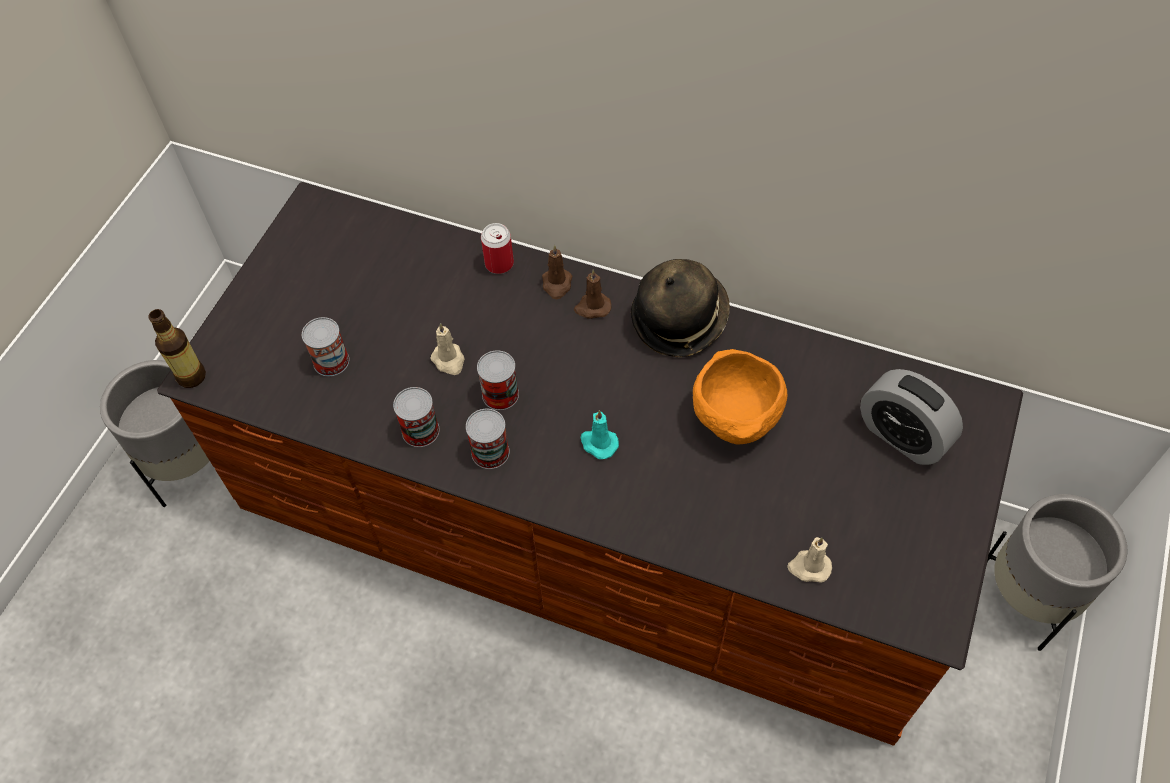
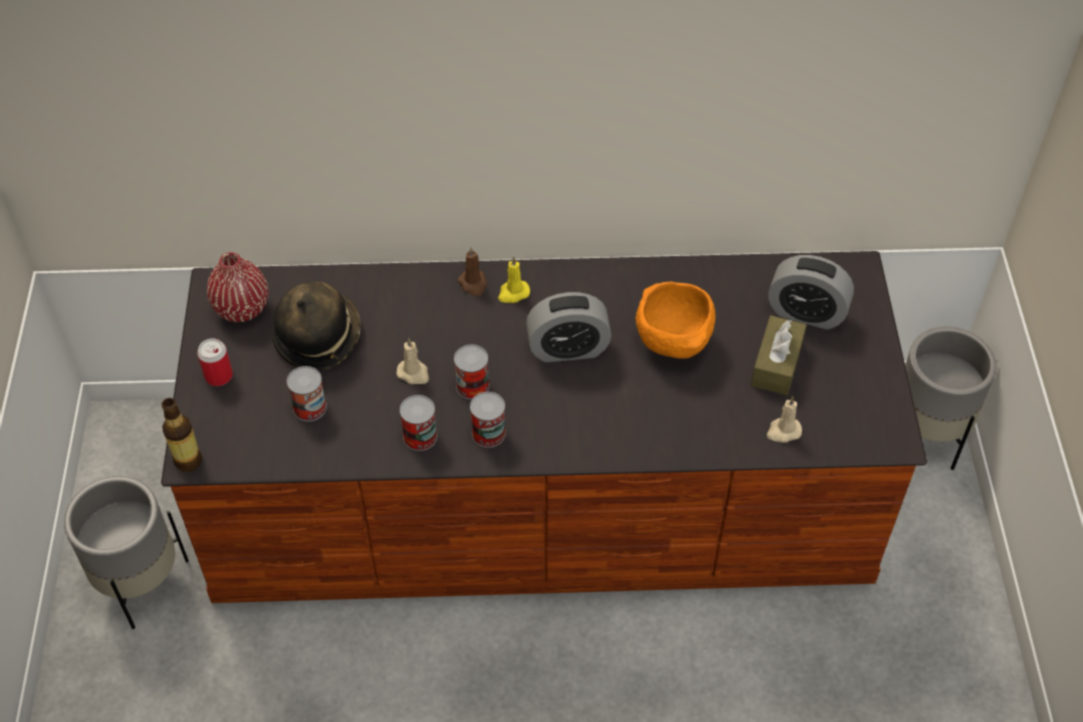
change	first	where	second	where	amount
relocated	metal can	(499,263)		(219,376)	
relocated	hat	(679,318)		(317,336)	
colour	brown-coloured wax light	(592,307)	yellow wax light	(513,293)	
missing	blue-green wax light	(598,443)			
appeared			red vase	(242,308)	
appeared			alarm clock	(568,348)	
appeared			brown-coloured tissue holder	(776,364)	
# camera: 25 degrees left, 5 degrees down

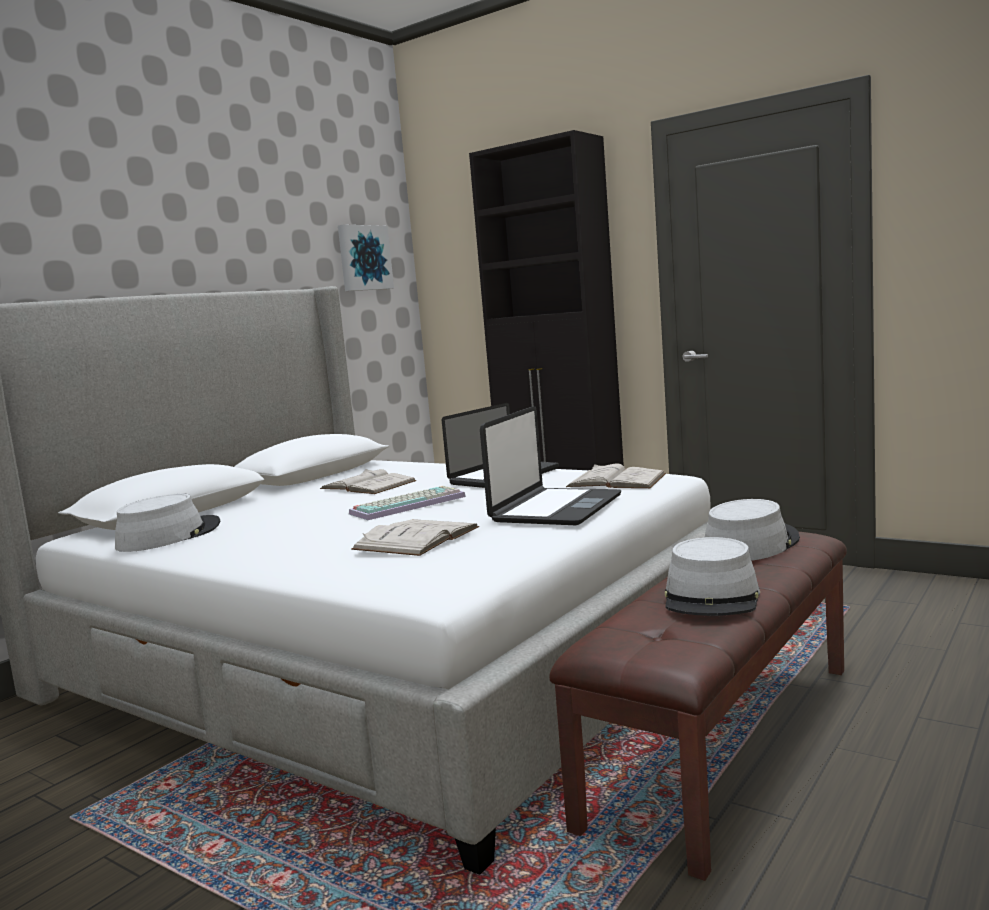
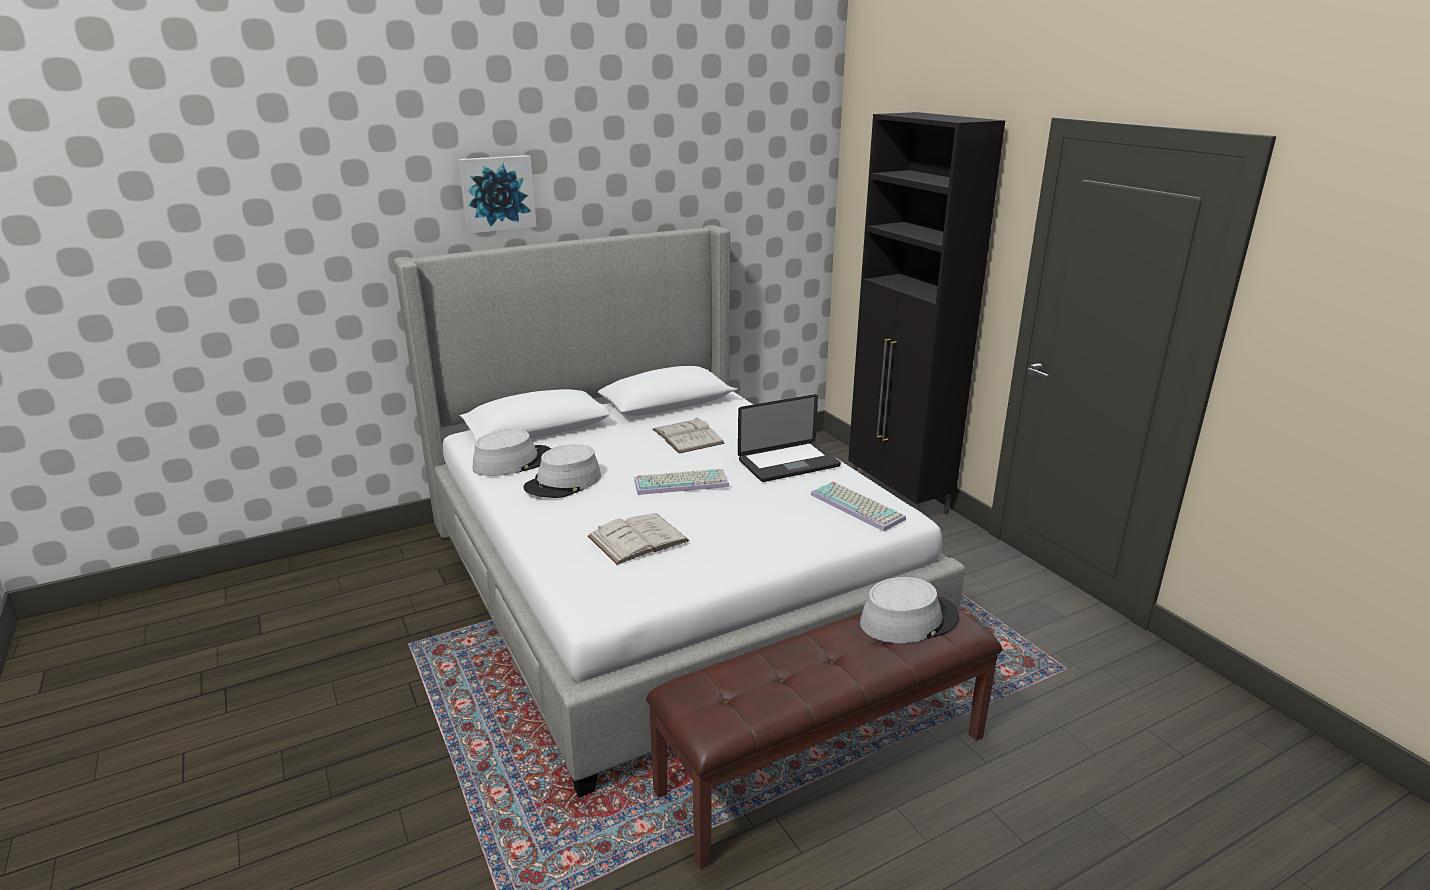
change	first	where	second	where	amount
relocated	picture	(363,258)		(497,193)	
missing	notebook computer	(555,509)			
exchanged	white volume	(616,480)	computer keyboard	(859,507)	
relocated	grey hat	(712,597)		(563,483)	
# camera: 25 degrees right, 15 degrees up

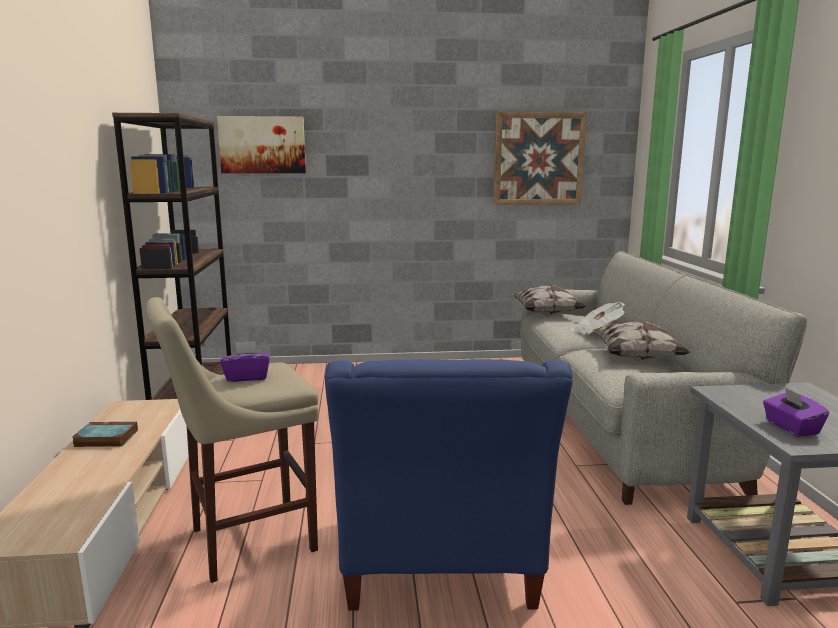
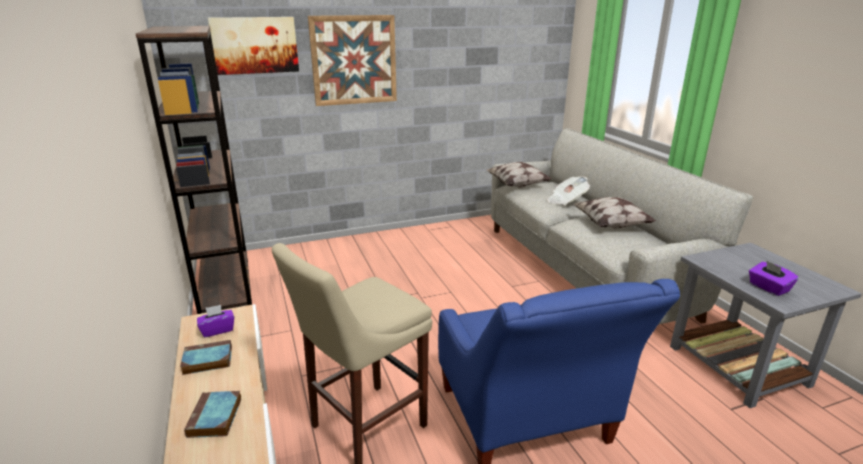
change	first	where	second	where	amount
relocated	picture	(538,159)		(354,60)	
relocated	purple tissue holder	(247,377)		(217,330)	
appeared			volume	(215,418)	
# camera: 15 degrees left, 10 degrees up

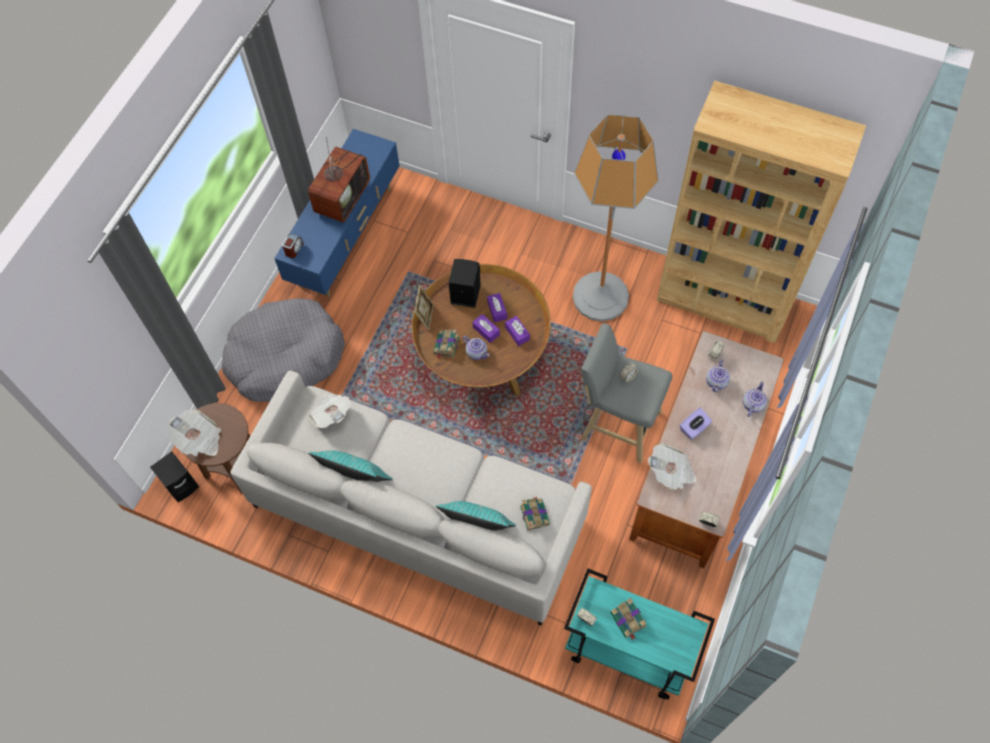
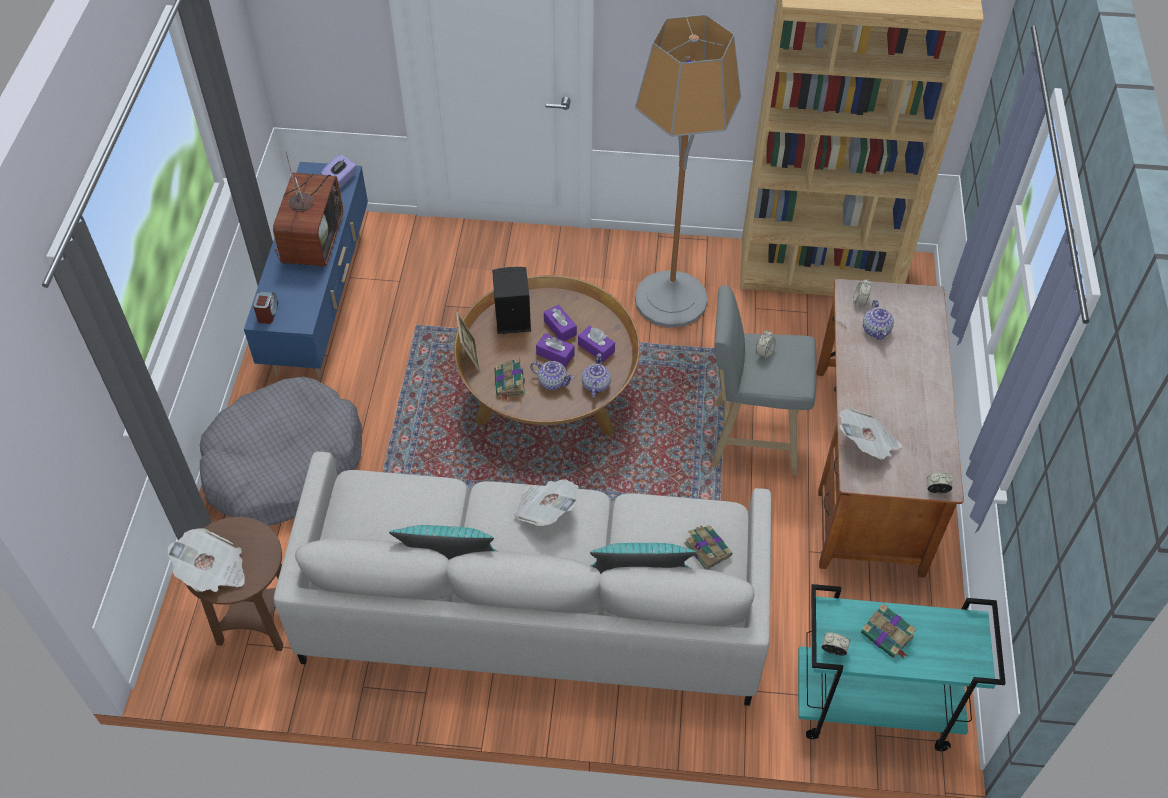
change	first	where	second	where	amount
relocated	teapot	(752,404)		(595,385)	
relocated	newspaper	(331,414)		(545,510)	
relocated	purple tissue holder	(694,428)		(340,180)	
missing	black-coloured audio speaker	(182,484)			
# camera: 20 degrees left, 10 degrees down

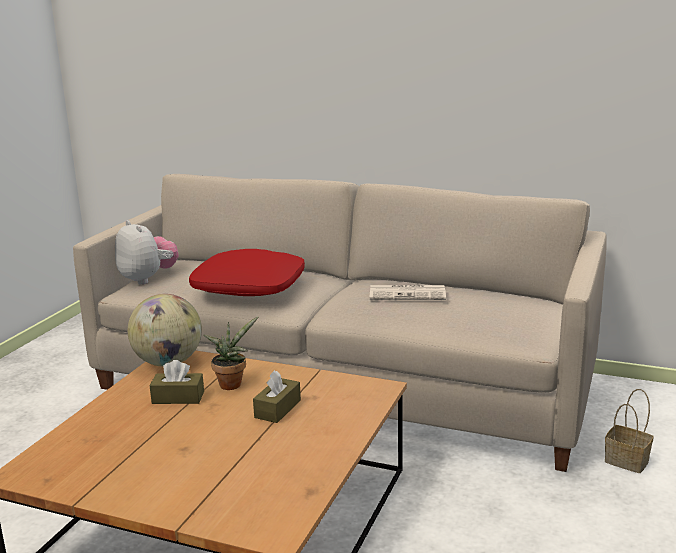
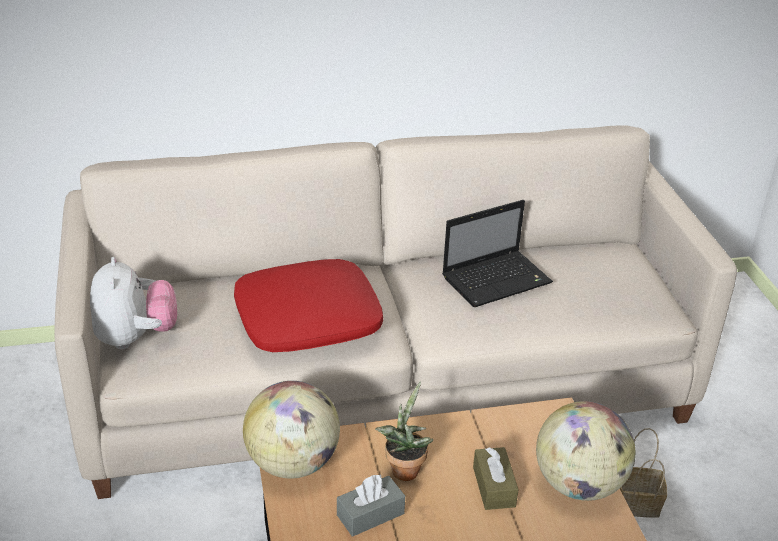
change	first	where	second	where	amount
spun	soft toy	(148,279)		(135,338)	60 degrees clockwise
exchanged	newspaper	(408,293)	notebook computer	(498,279)	
colour	brown-coloured tissue holder	(178,397)	grey tissue holder	(370,514)	
relocated	basket	(628,461)		(638,503)	
appeared			world globe	(579,484)	
# camera: 35 degrees left, 15 degrees up

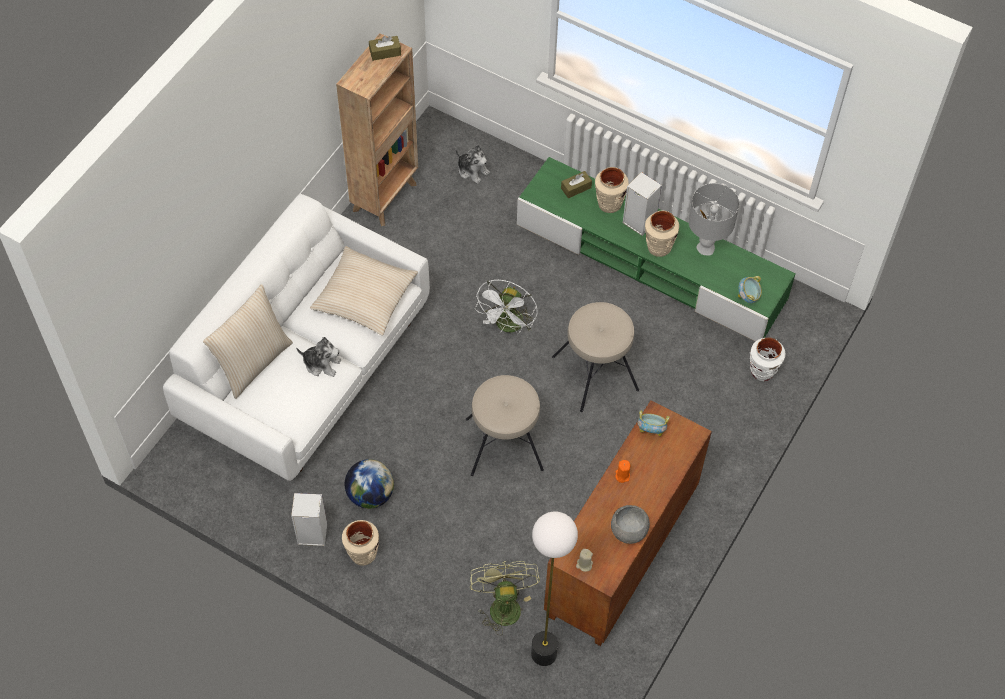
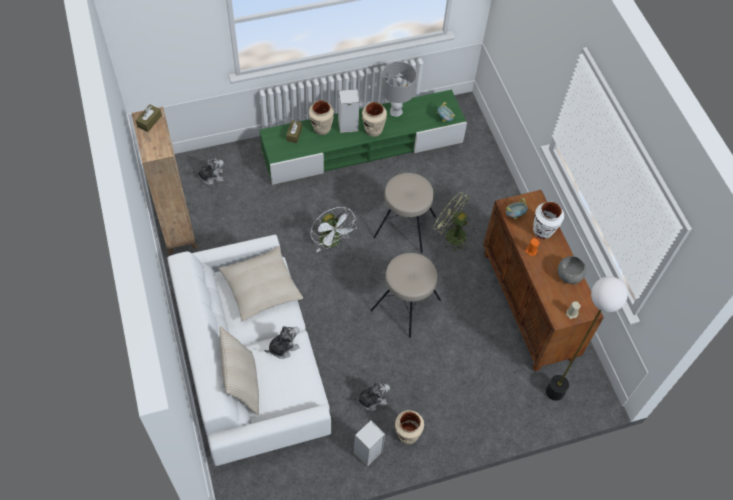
change	first	where	second	where	amount
relocated	white vase	(762,371)		(543,231)	
exchanged	world globe	(370,494)	soft toy	(371,399)	
relocated	green fan	(502,604)		(451,234)	
# camera: 50 degrees left, 0 degrees up

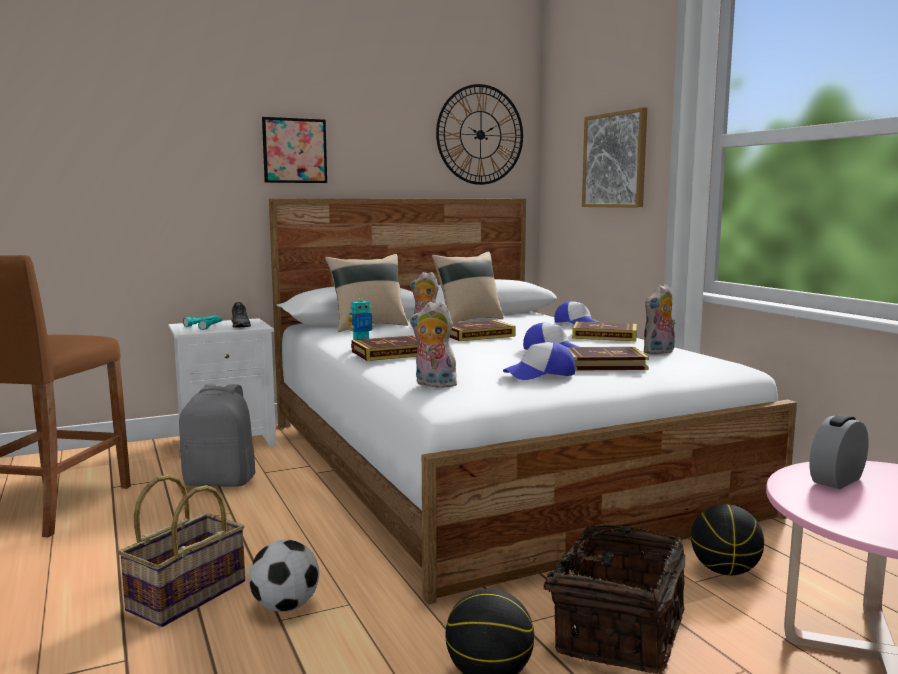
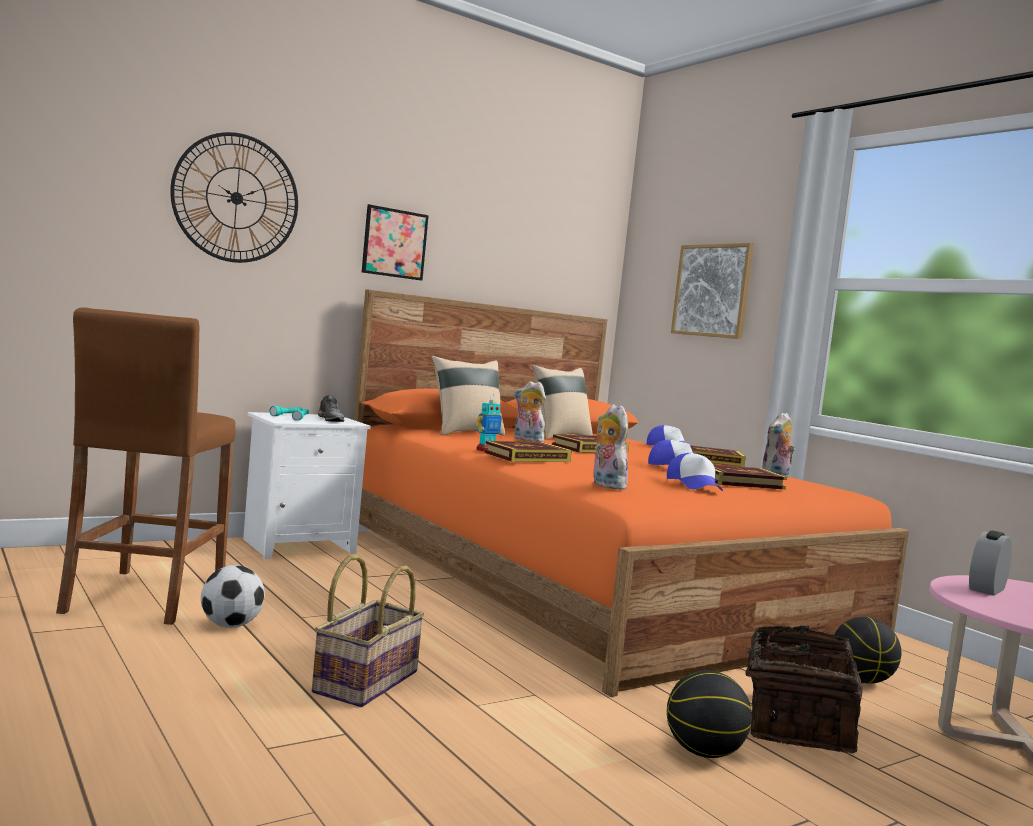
change	first	where	second	where	amount
relocated	clock on the wall	(480,135)		(236,198)	
colour	white bed	(489,463)	orangey bed	(590,582)	
spun	soft toy	(433,384)		(605,485)	45 degrees clockwise
spun	peaked cap	(540,374)		(694,485)	75 degrees counterclockwise
missing	grey knapsack	(221,481)			
relocated	ball for football	(285,607)		(230,625)	
# camera: 10 degrees left, 5 degrees down

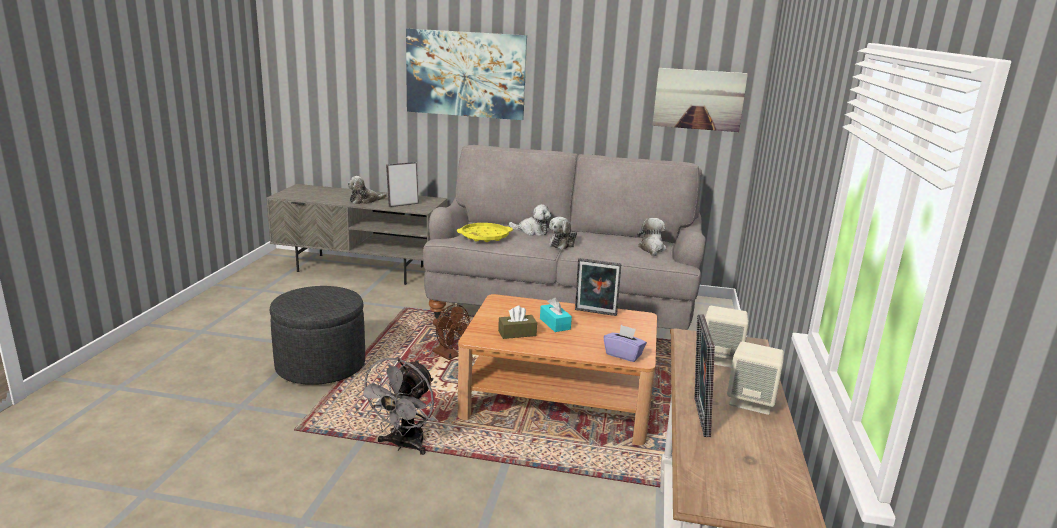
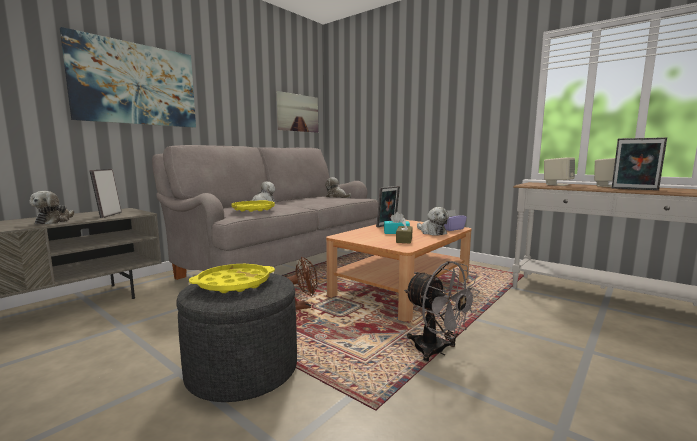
change	first	where	second	where	amount
relocated	soft toy	(563,244)		(431,232)	
appeared			yellow serving tray	(234,284)	
# camera: 60 degrees left, 10 degrees down

